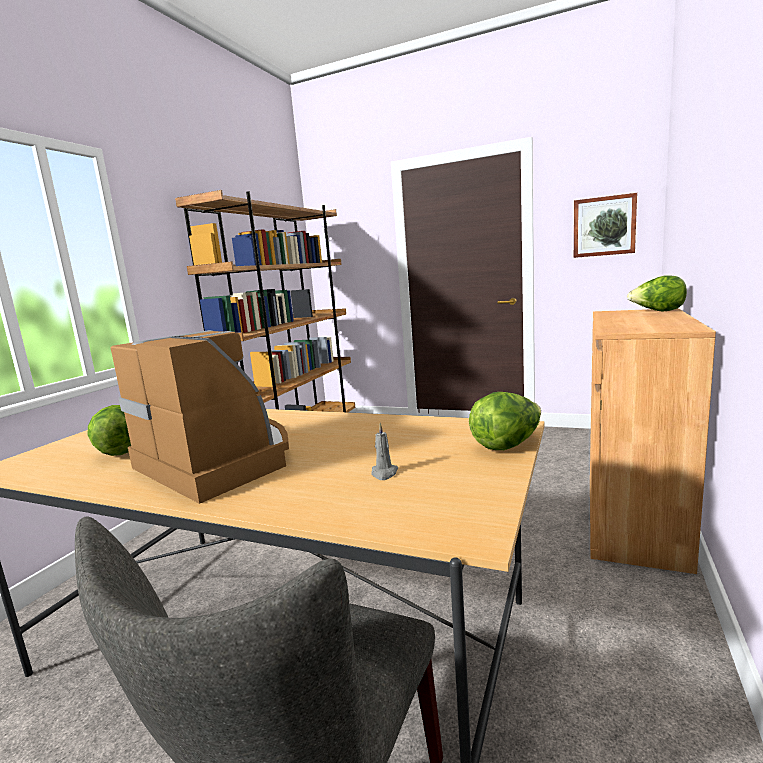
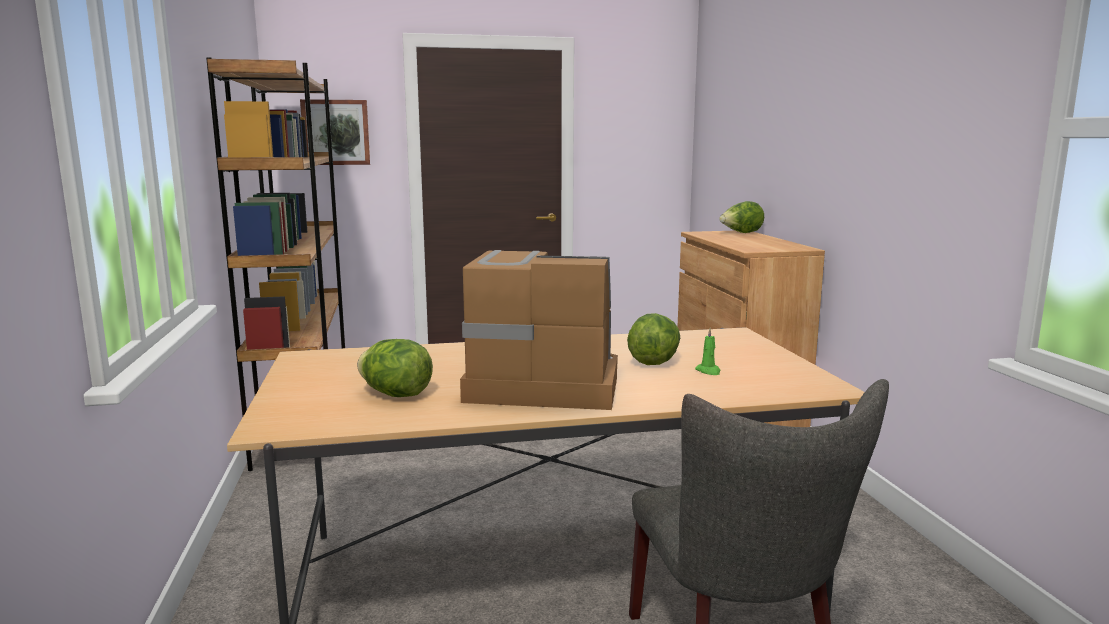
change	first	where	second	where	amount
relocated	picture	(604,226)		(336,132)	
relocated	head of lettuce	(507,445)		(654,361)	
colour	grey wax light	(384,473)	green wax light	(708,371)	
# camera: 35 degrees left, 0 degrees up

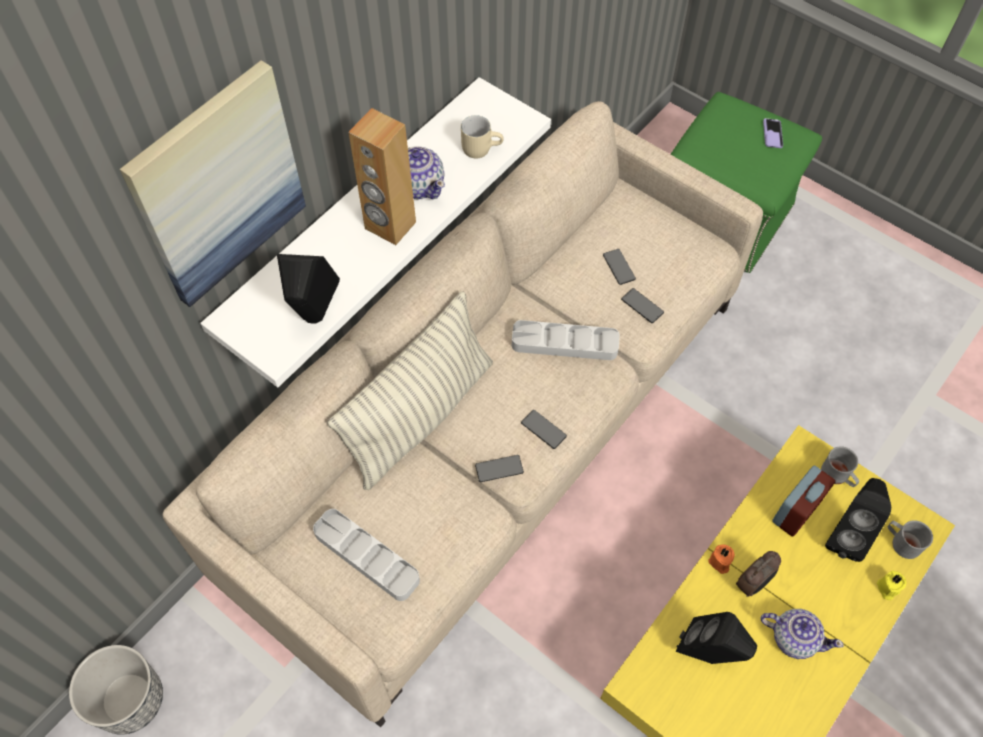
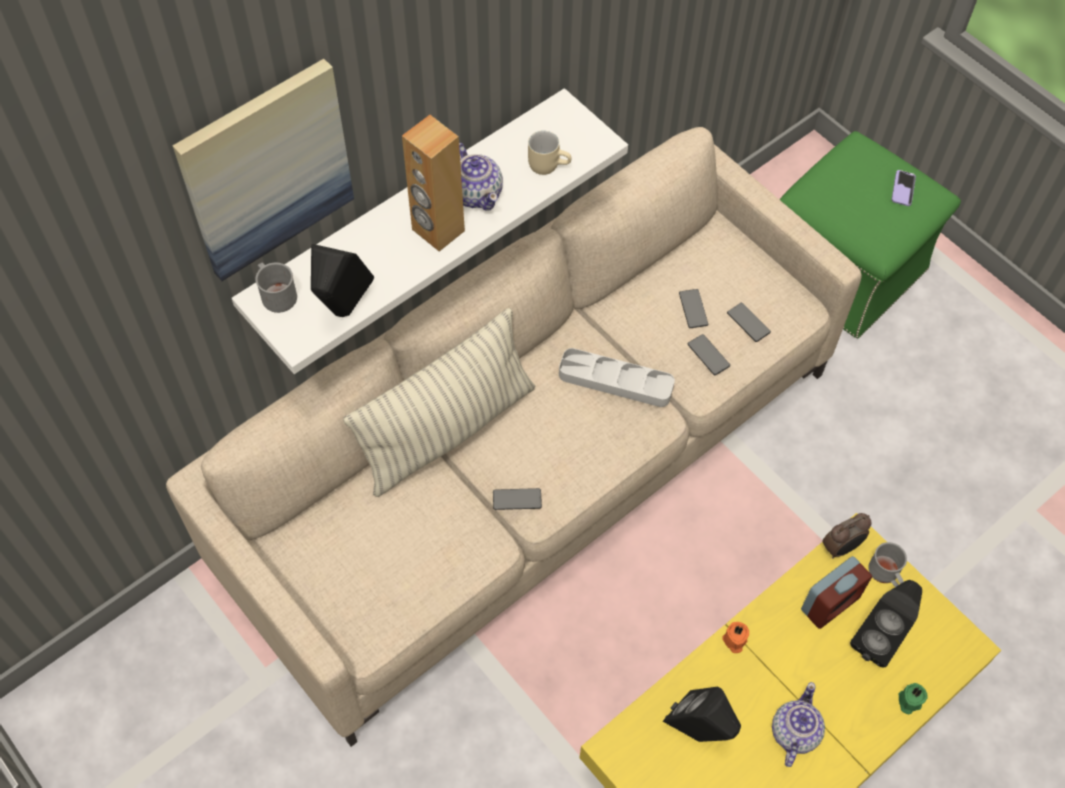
change	first	where	second	where	amount
relocated	phone	(543,429)		(748,323)	
missing	grey serving tray	(367,556)			
relocated	grey tea mug	(902,542)		(276,294)	
relocated	alarm clock	(753,584)		(841,548)	
colour	yellow wax light	(887,588)	green wax light	(908,702)	
spun	teapot	(793,638)		(793,733)	105 degrees counterclockwise
missing	plant pot	(130,700)			
# camera: 10 degrees right, 0 degrees up

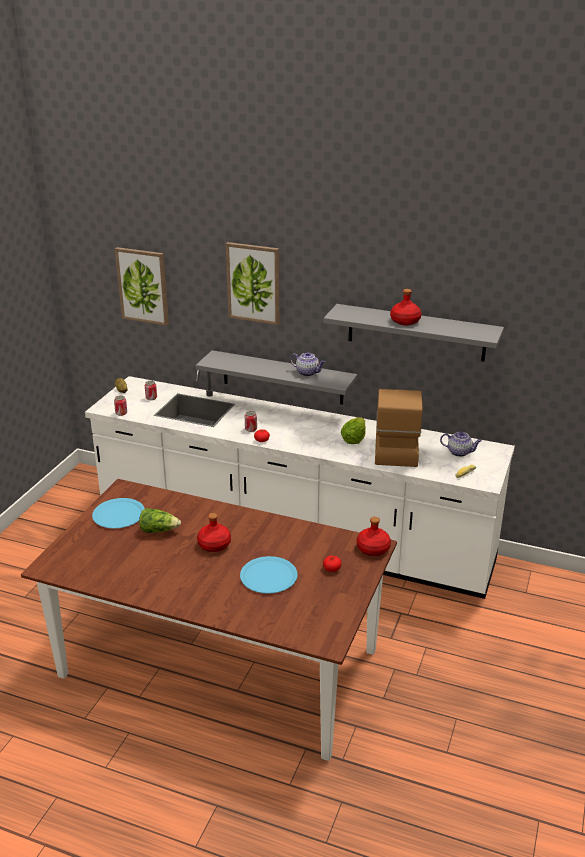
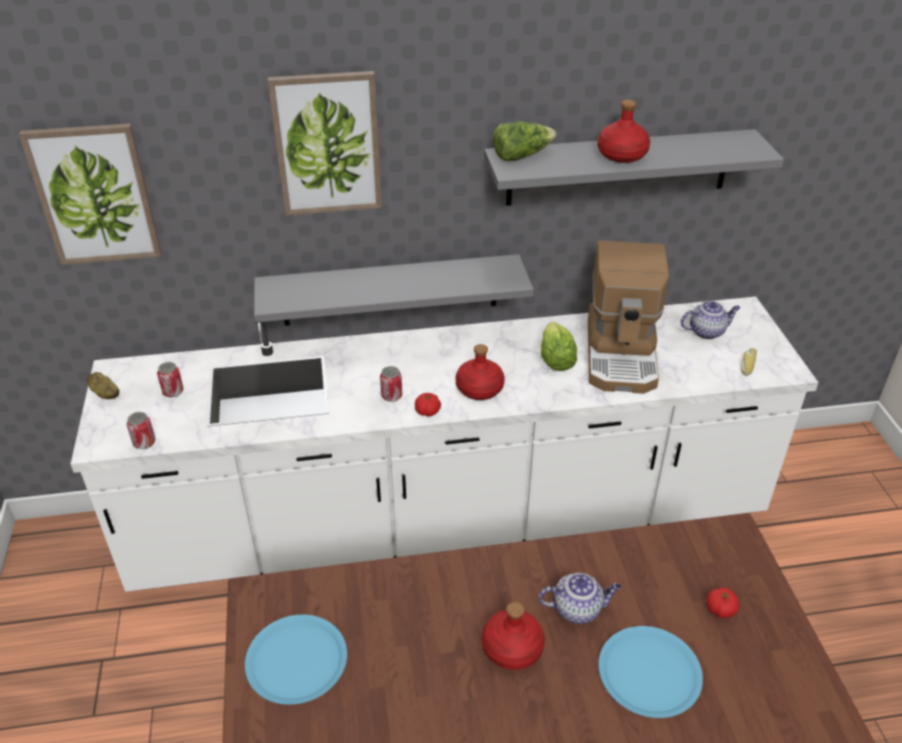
change	first	where	second	where	amount
relocated	teapot	(308,373)		(578,609)	
spun	coffee machine	(395,448)		(622,354)	150 degrees counterclockwise
relocated	head of lettuce	(159,530)		(521,156)	
relocated	red drink bottle	(373,549)		(480,388)	
# camera: 30 degrees left, 10 degrees up

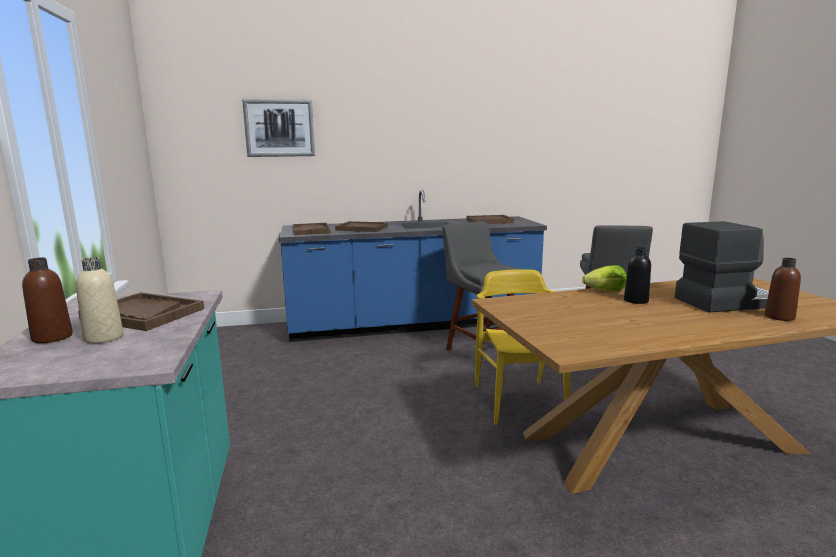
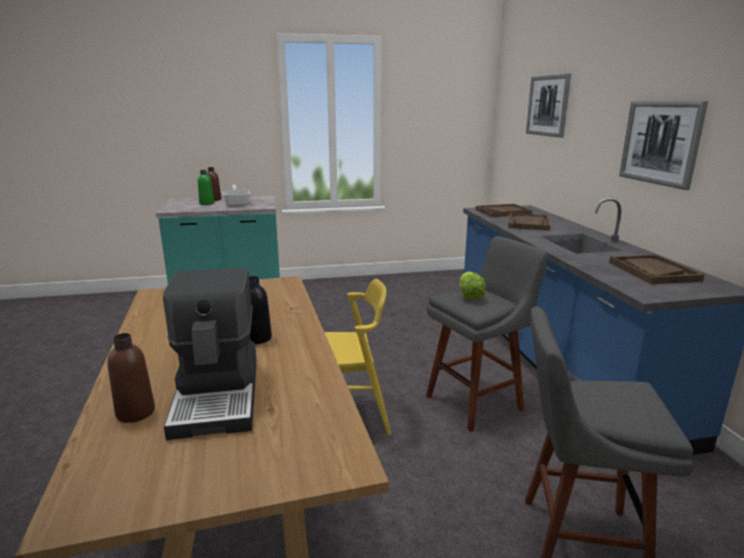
change	first	where	second	where	amount
colour	beige-coloured drink bottle	(104,338)	green drink bottle	(206,203)	
relocated	head of lettuce	(606,291)		(470,297)	
exchanged	brown-coloured serving tray	(143,314)	pan	(237,203)	
appeared			picture	(660,142)	
# camera: 90 degrees right, 5 degrees up

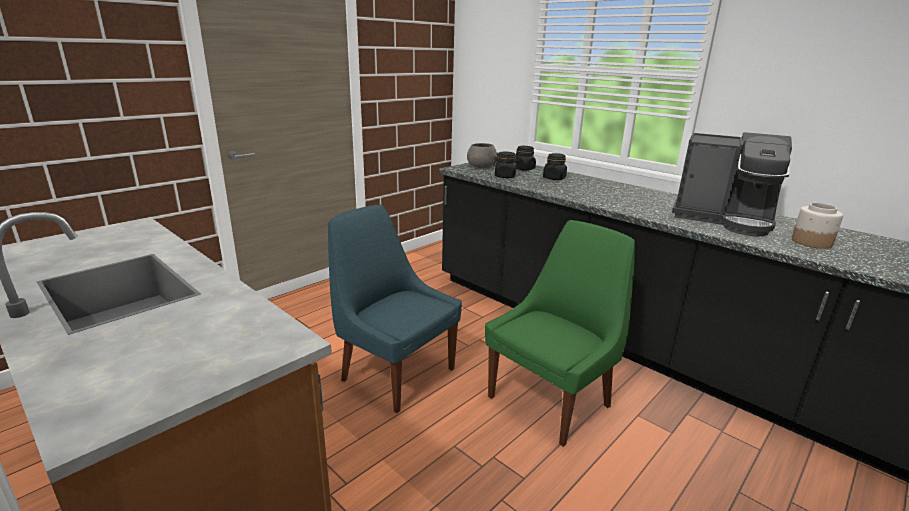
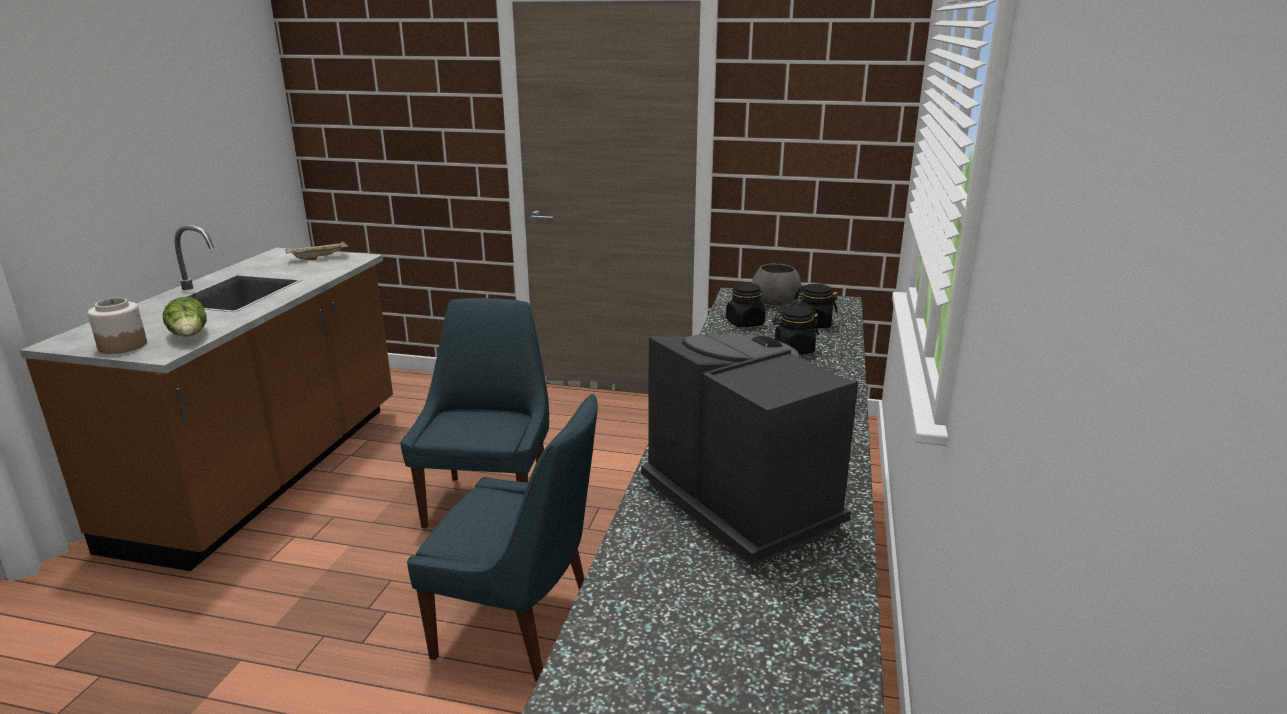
change	first	where	second	where	amount
spun	coffee machine	(723,219)		(742,500)	150 degrees clockwise
relocated	jar	(811,242)		(122,346)	
colour	green upright chair	(552,400)	bluish upright chair	(520,627)	
appeared			beige-coloured serving tray	(319,258)	
appeared			head of lettuce	(190,336)	
# camera: 60 degrees right, 0 degrees up

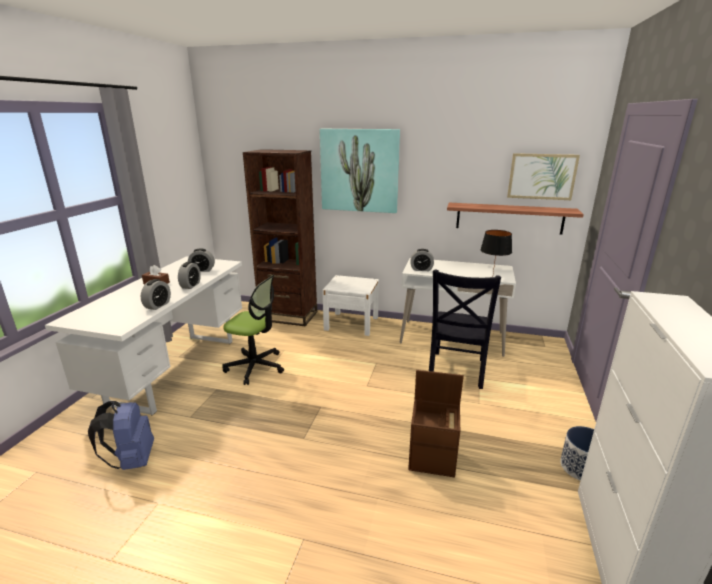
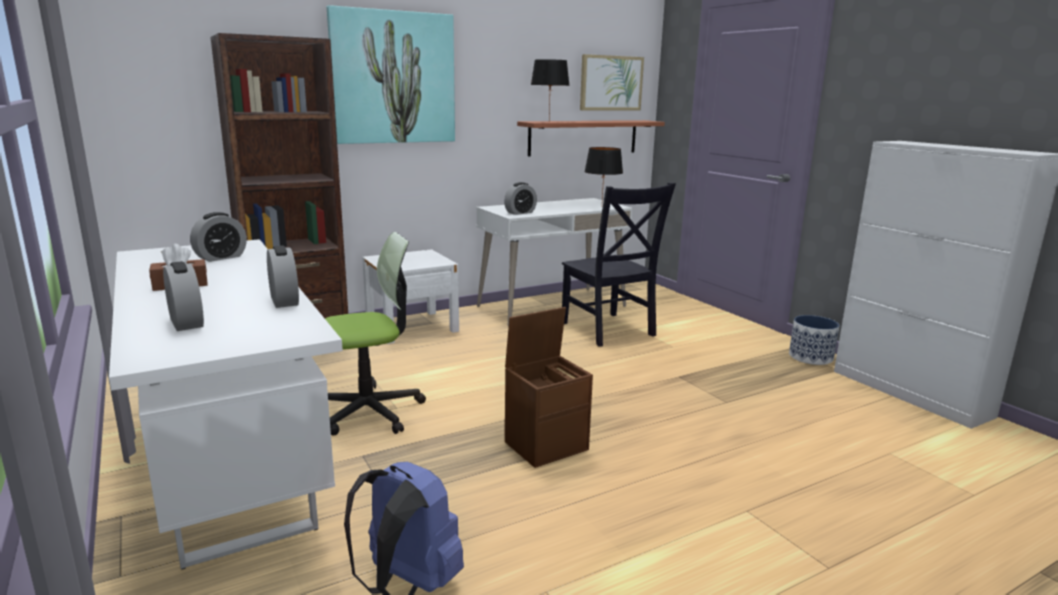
change	first	where	second	where	amount
relocated	alarm clock	(191,285)		(186,323)	
relocated	brown-coloured storage bin	(433,459)		(547,445)	
appeared			black-coloured lamp for a table	(549,121)	
# camera: 45 degrees left, 5 degrees down

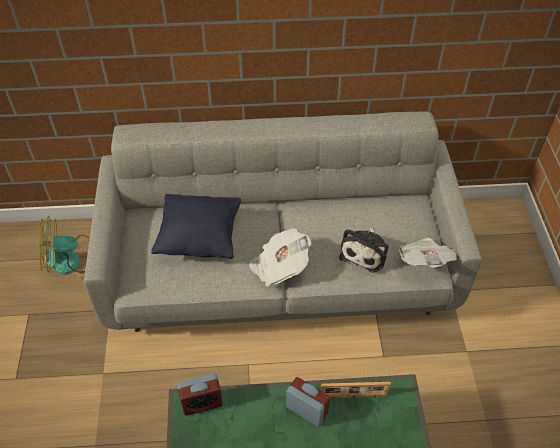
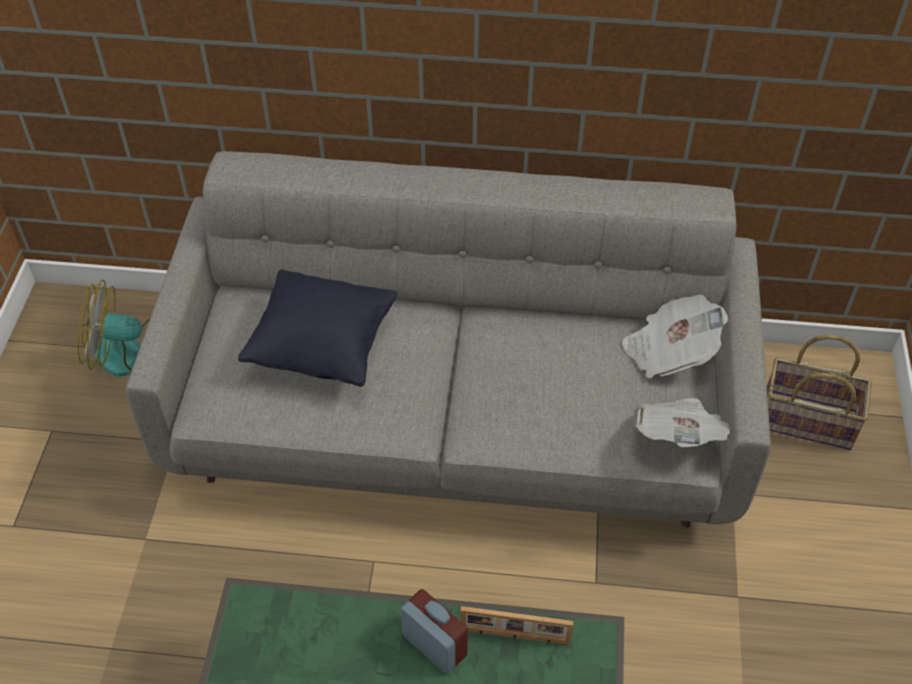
change	first	where	second	where	amount
missing	soft toy	(365,252)			
relocated	newspaper	(279,266)		(669,352)	
missing	alarm clock	(202,403)			
appeared			basket	(806,421)	
# camera: 10 degrees right, 0 degrees up

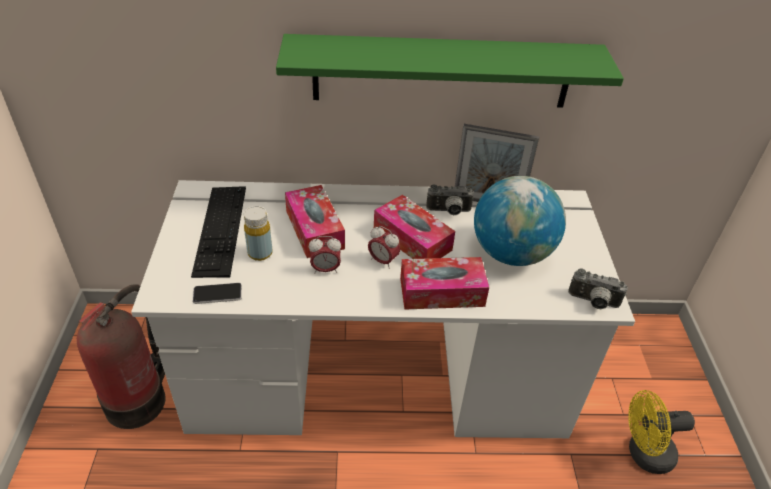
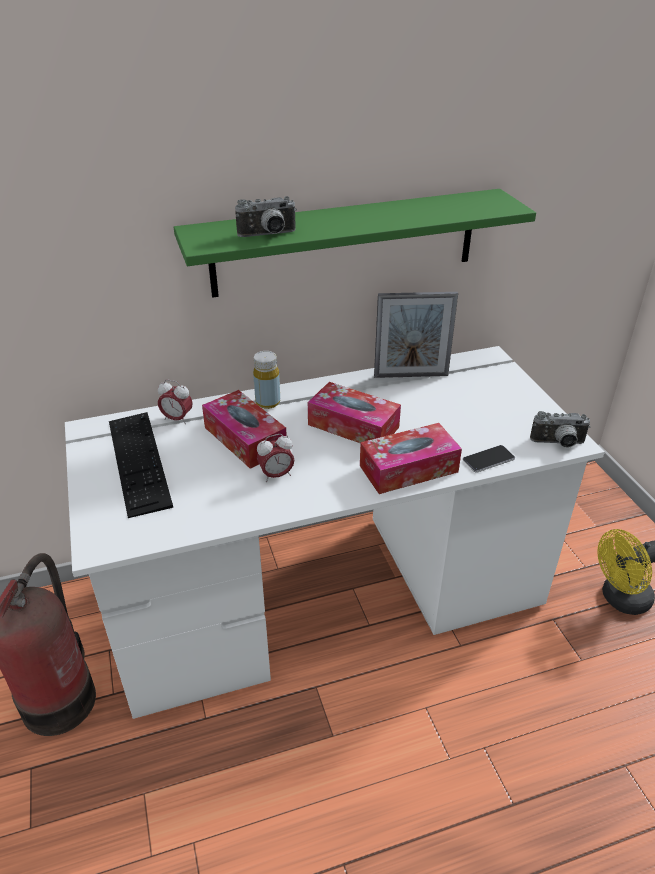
change	first	where	second	where	amount
missing	world globe	(511,253)			
relocated	still camera	(449,212)		(268,235)	
relocated	yellow drink bottle	(260,253)		(268,402)	
relocated	alarm clock	(383,261)		(177,419)	
relocated	phone	(217,294)		(488,459)	
# camera: 15 degrees left, 5 degrees down

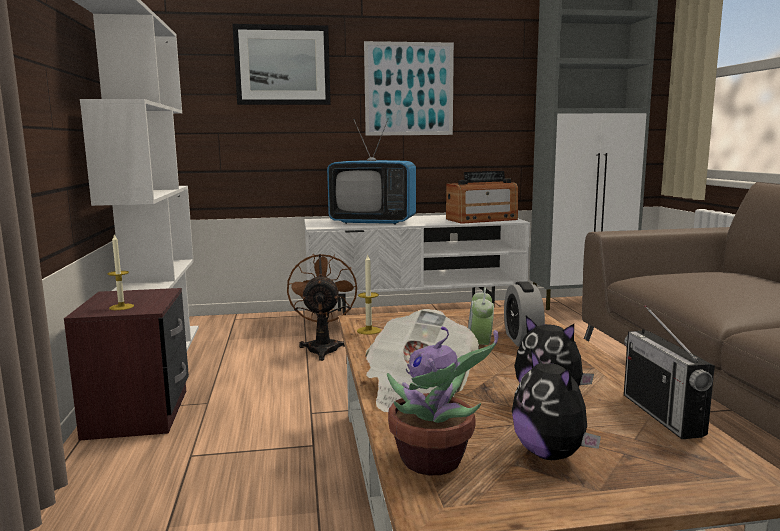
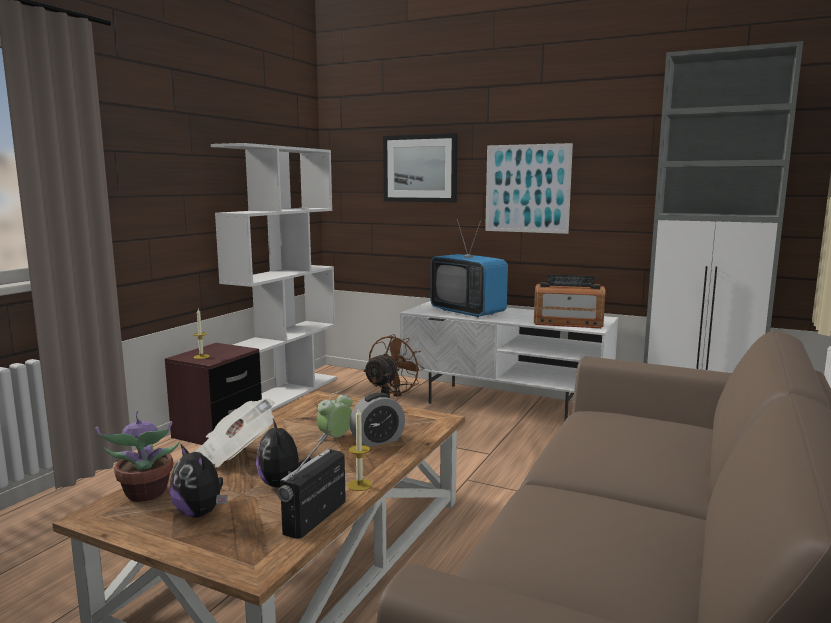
change	first	where	second	where	amount
relocated	wax light	(368,330)		(359,485)	
spun	alarm clock	(522,339)		(377,441)	150 degrees counterclockwise
spun	soft toy	(551,454)		(200,513)	60 degrees counterclockwise
# camera: 35 degrees right, 0 degrees up

